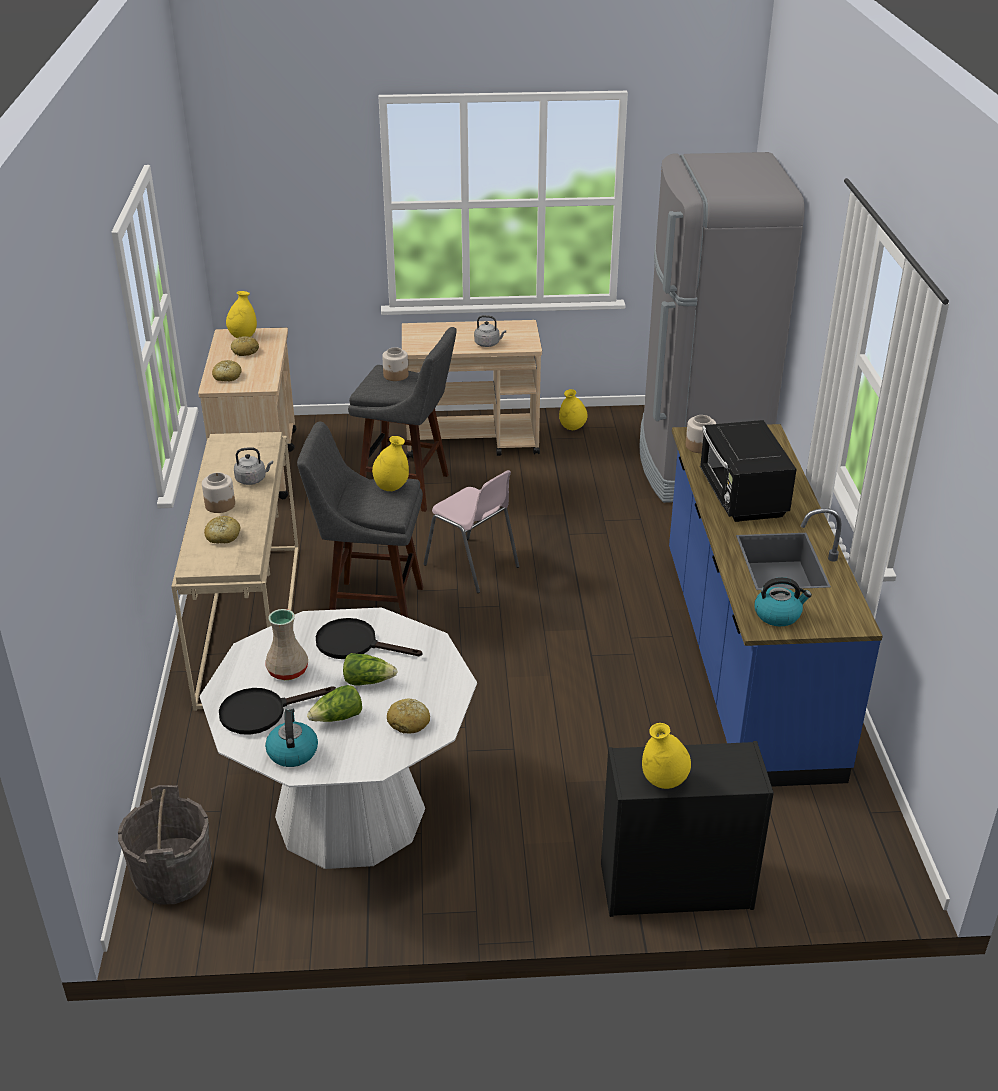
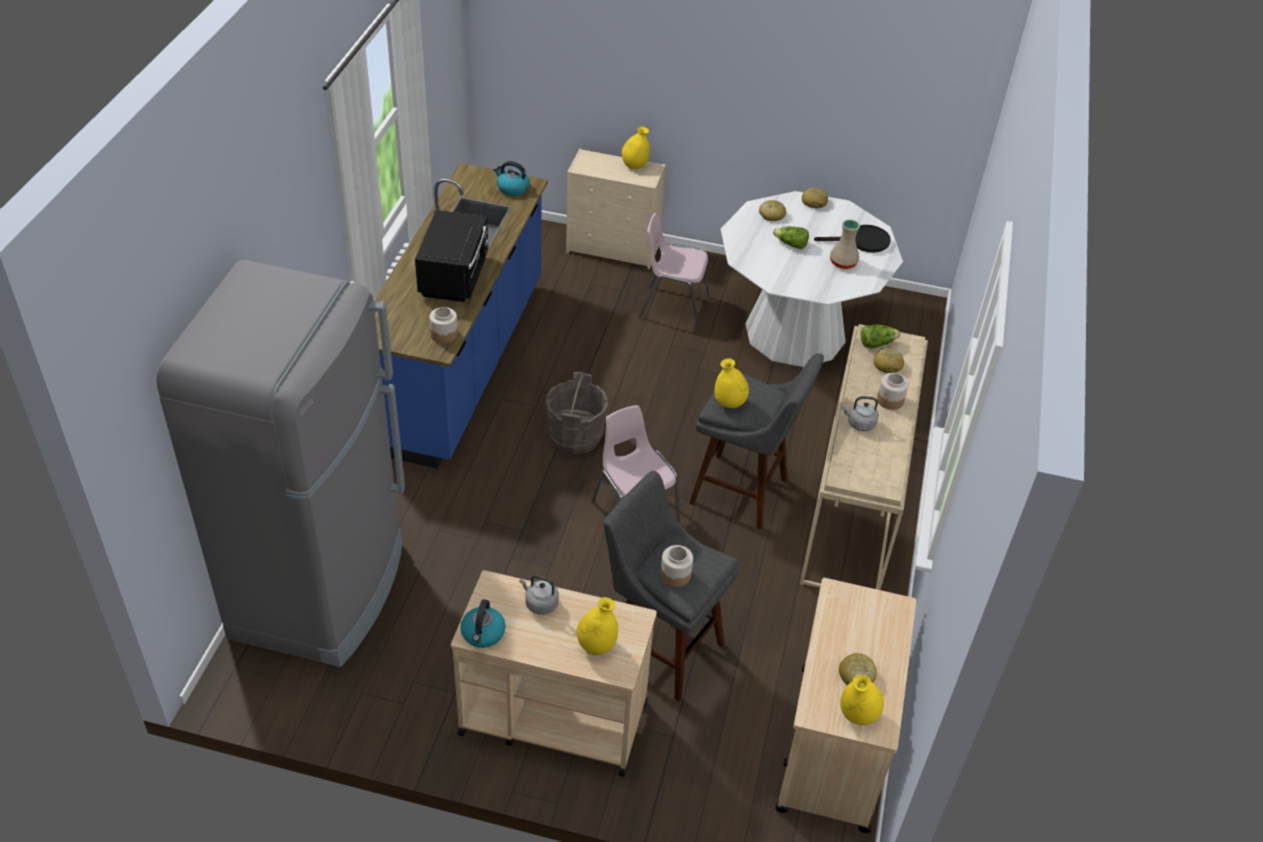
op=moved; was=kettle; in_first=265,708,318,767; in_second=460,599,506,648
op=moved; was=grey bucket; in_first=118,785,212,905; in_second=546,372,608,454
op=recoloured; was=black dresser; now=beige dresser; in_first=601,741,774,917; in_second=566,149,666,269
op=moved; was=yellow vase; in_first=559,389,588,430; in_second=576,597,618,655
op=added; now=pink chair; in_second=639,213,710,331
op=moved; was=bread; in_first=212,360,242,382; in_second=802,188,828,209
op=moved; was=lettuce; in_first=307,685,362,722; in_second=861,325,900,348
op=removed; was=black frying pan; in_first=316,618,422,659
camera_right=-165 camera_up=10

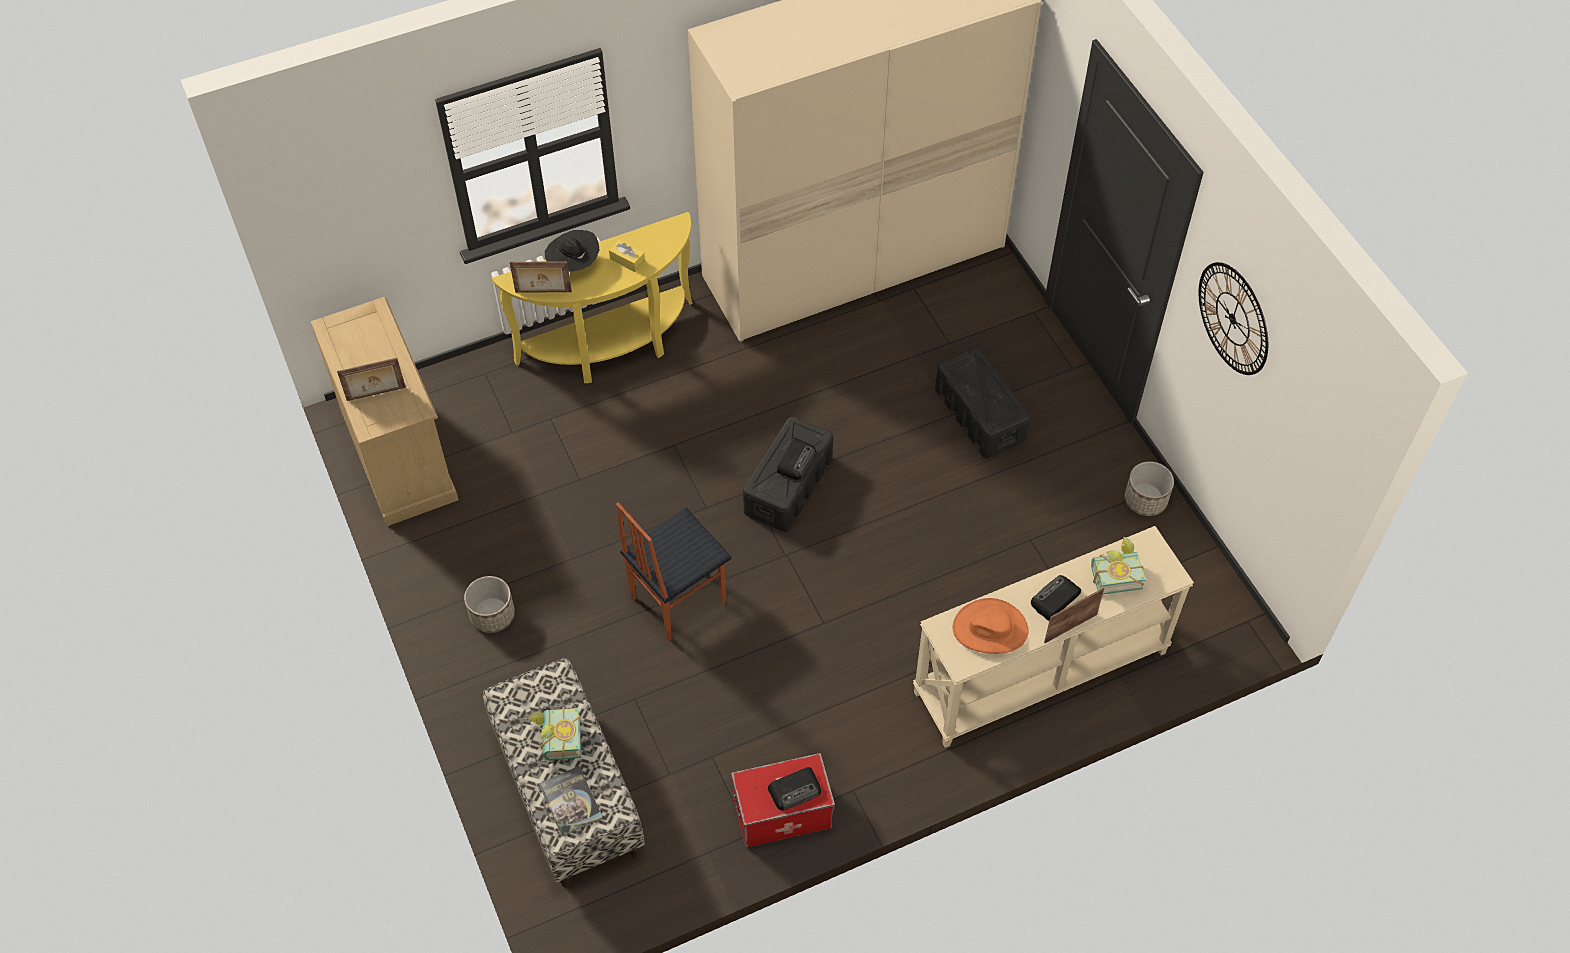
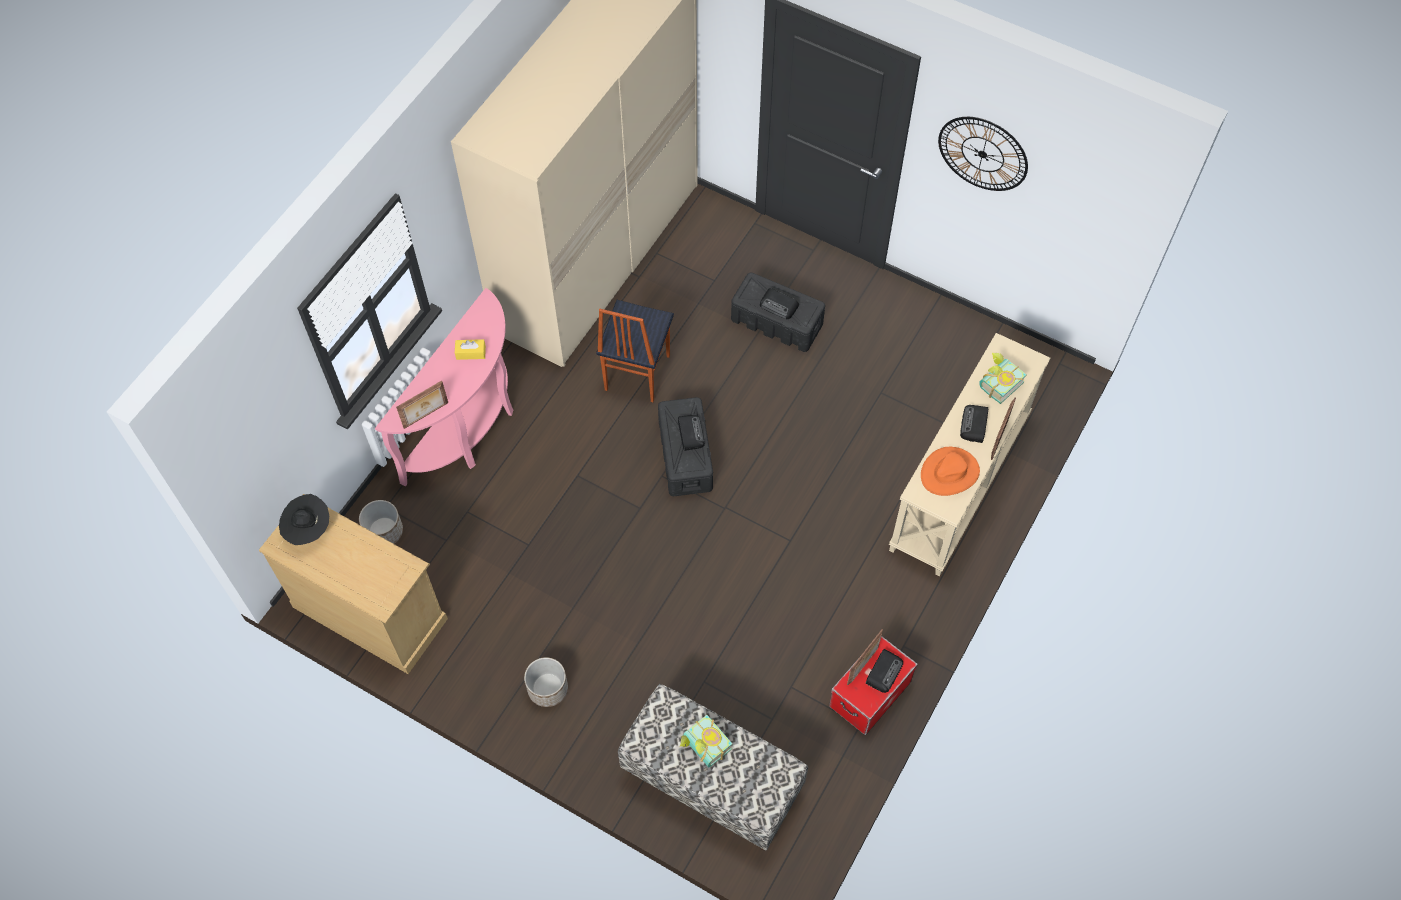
op=moved; was=black hat; in_first=545,230,600,272; in_second=279,494,329,545
op=moved; was=planter; in_first=1125,461,1174,516; in_second=359,500,403,544
op=recoloured; was=yellow console table; now=pink console table; in_first=492,212,693,383; in_second=375,288,513,487
op=moved; was=chair; in_first=616,503,731,641; in_second=596,300,674,402
op=added; now=radio; in_second=760,288,799,319
op=moved; was=picture frame; in_first=337,358,406,401; in_second=847,629,883,685
op=removed; was=book; in_first=539,766,603,836
camera_right=-35 camera_up=5

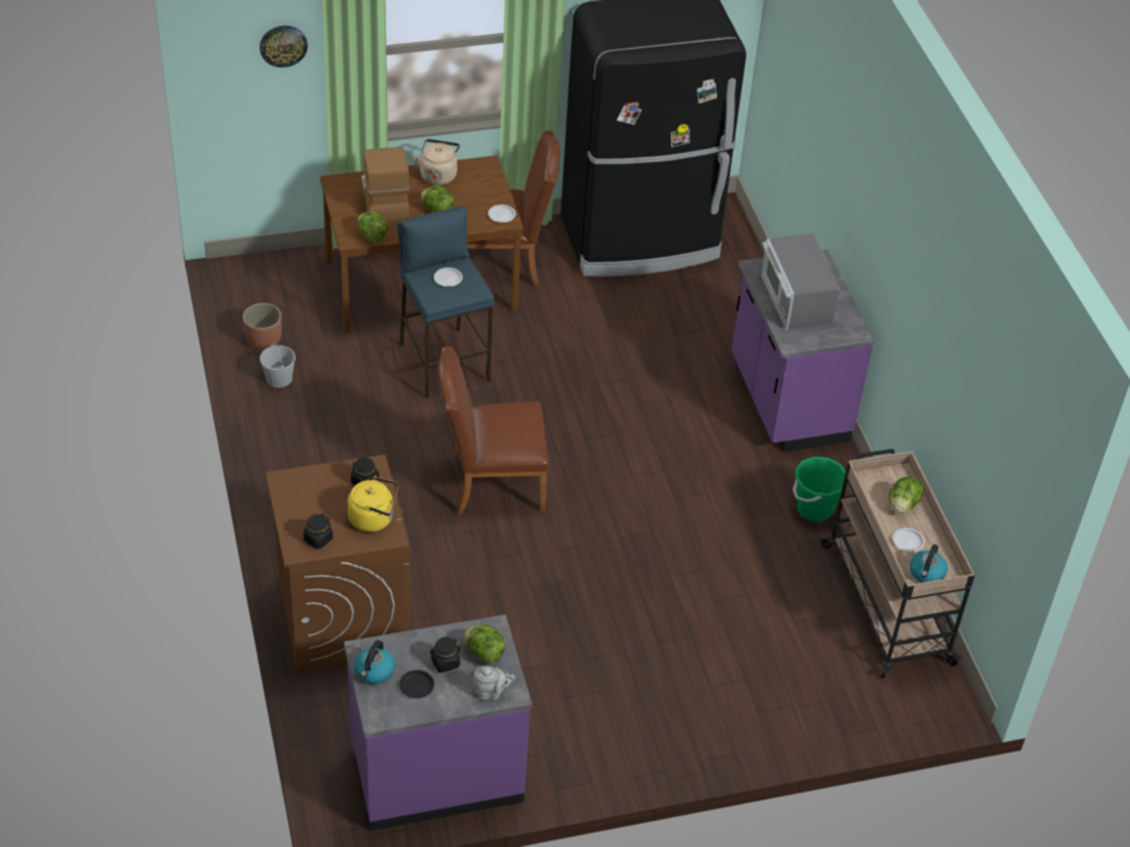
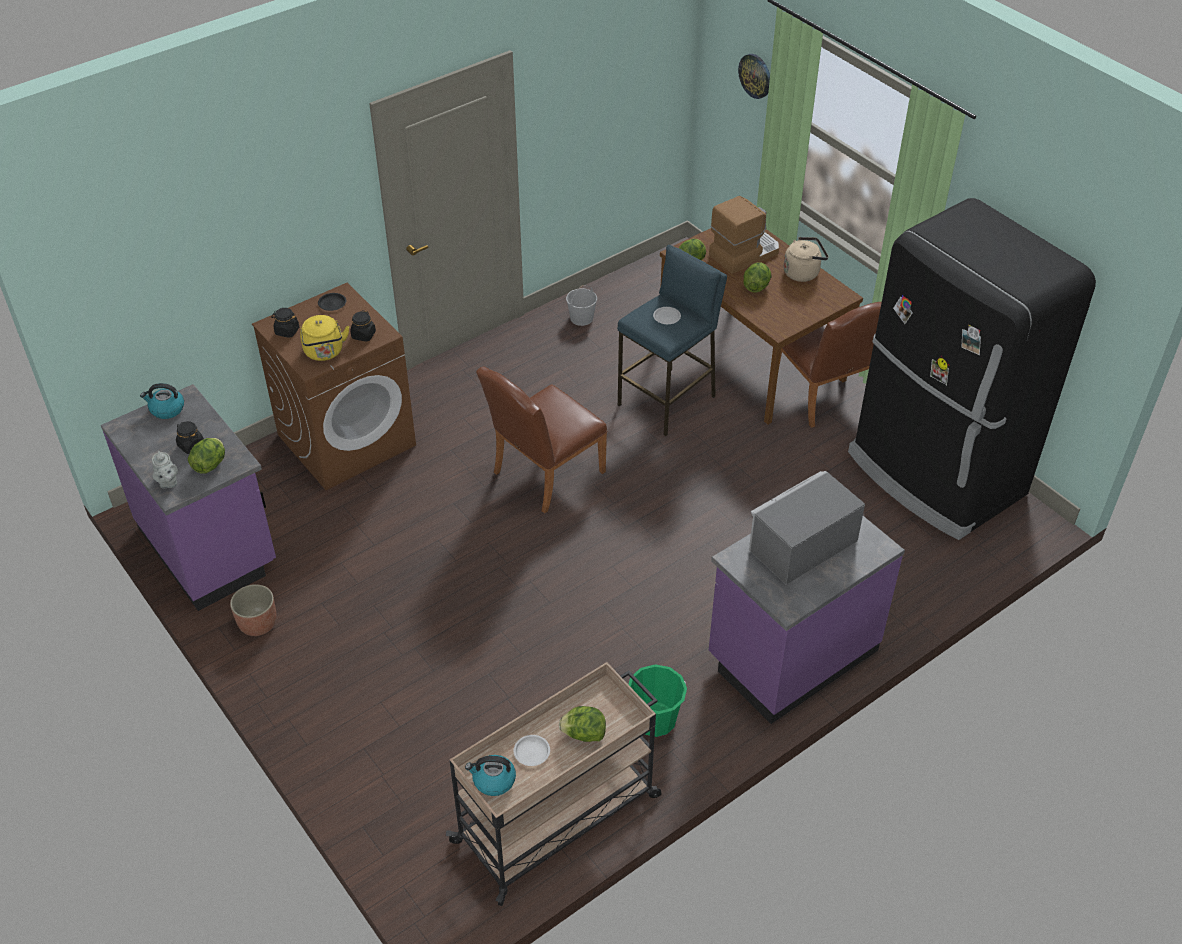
op=moved; was=planter; in_first=243,303,282,349; in_second=230,584,277,636
op=moved; was=black plate; in_first=399,670,435,699; in_second=318,293,346,311
op=turned; was=brown chair; in_first=438,346,548,515; in_second=476,366,608,513; clockwise=-105
op=removed; was=white plate; in_first=488,205,516,222
camera_right=70 camera_up=0

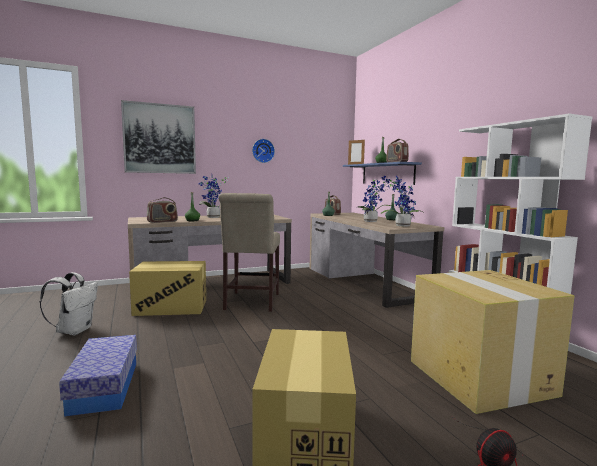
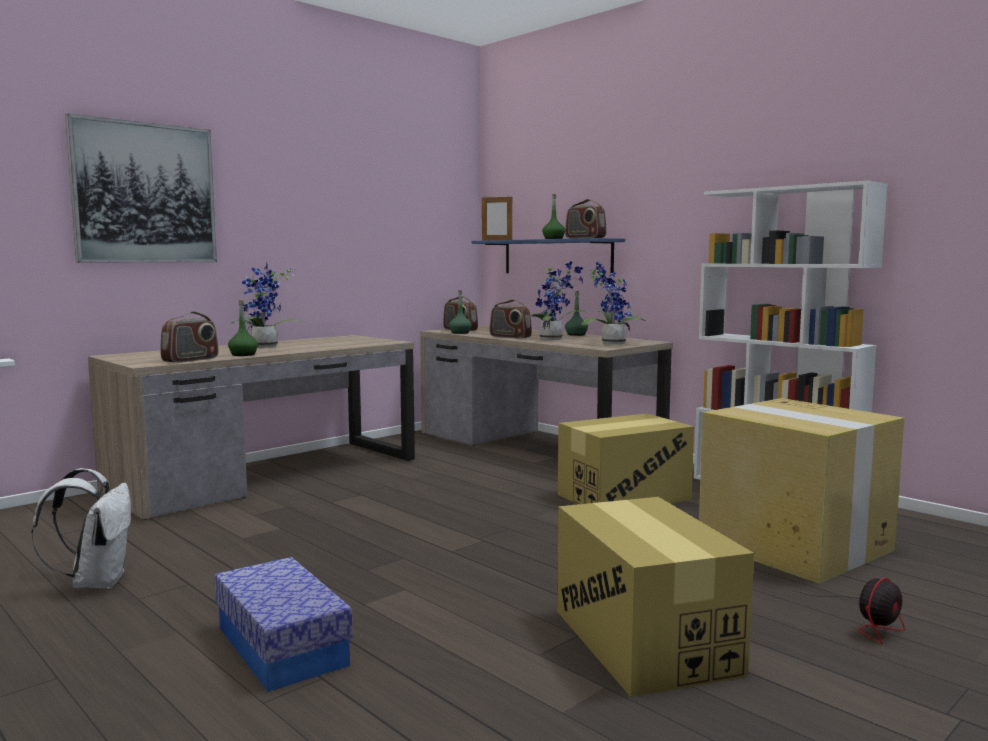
op=added; now=radio; in_second=490,300,532,338
op=moved; was=cardboard box; in_first=129,261,206,316; in_second=558,413,694,505
op=removed; was=beige chair; in_first=219,193,280,312
op=removed; was=wall clock; in_first=252,139,275,163
camera_right=-20 camera_up=0

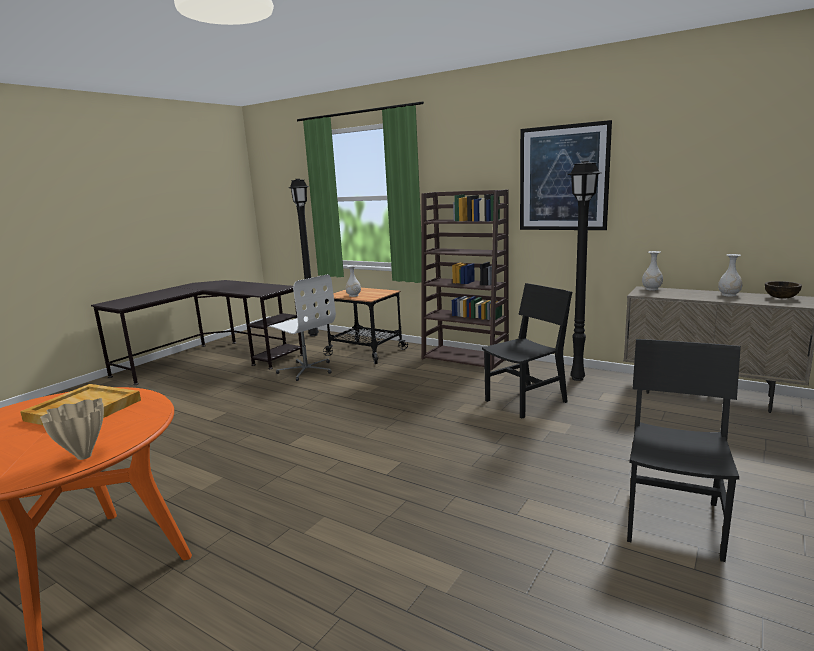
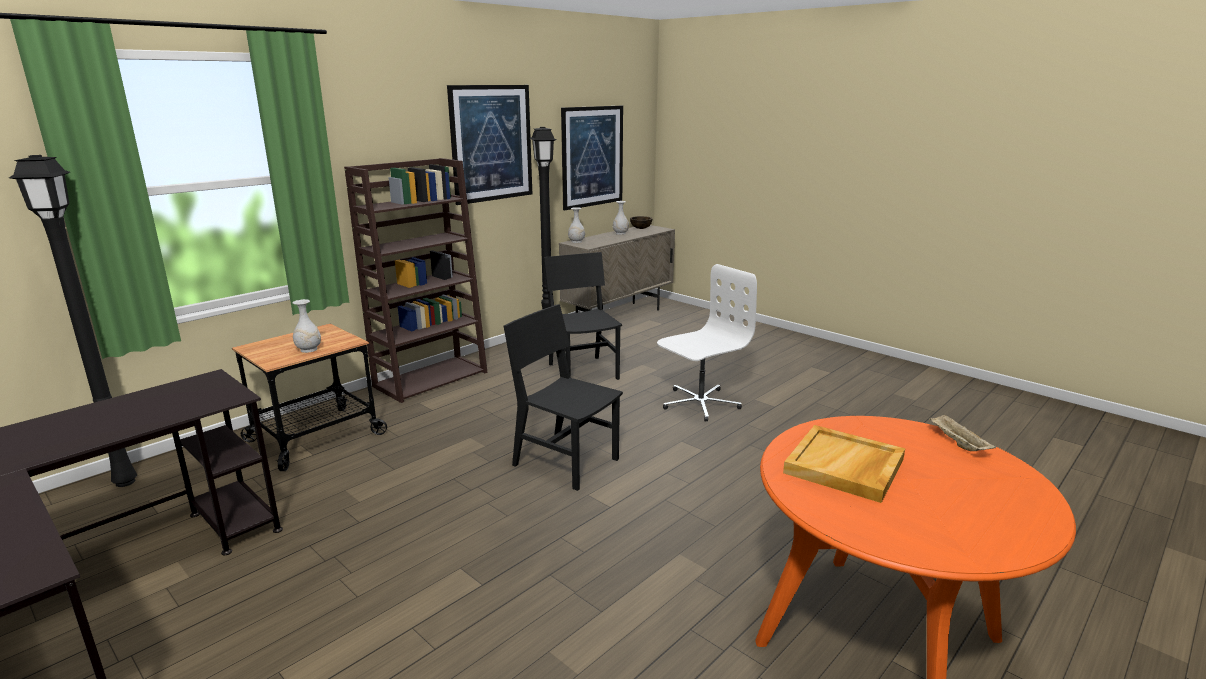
op=moved; was=black chair; in_first=627,339,741,562; in_second=504,304,623,491
op=added; now=picture; in_second=561,106,623,210
op=moved; was=white office chair; in_first=269,274,336,381; in_second=657,264,757,422
op=replaced; was=beige vase; now=beige tray; in_first=40,398,104,460; in_second=929,414,996,451
camera_right=-80 camera_up=5

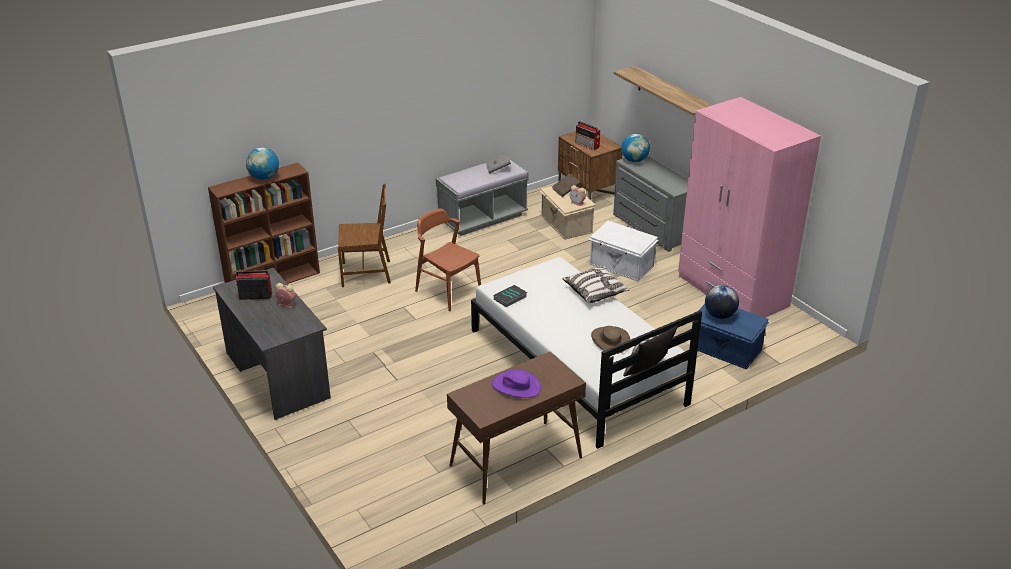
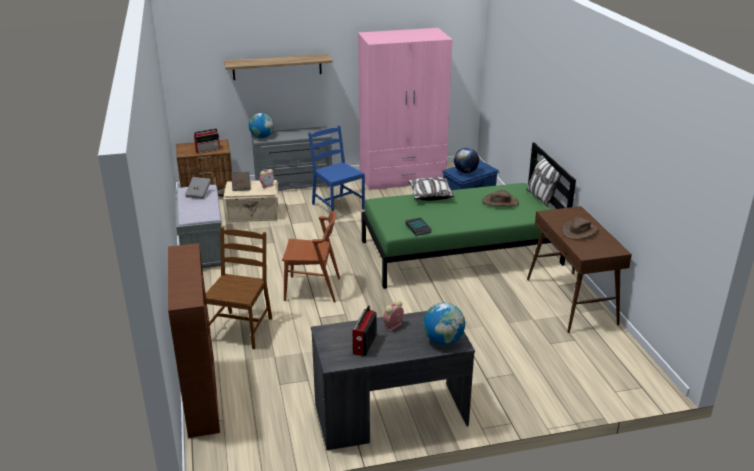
op=turned; was=brown chair; in_first=415,208,481,311; in_second=282,211,340,302; clockwise=-150
op=replaced; was=white storage box; now=blue chair; in_first=588,221,658,282; in_second=308,126,365,212
op=recoloured; was=white bed; now=green bed; in_first=471,257,702,449; in_second=362,142,576,289
op=moved; was=globe; in_first=246,147,279,180; in_second=423,303,465,345
op=recoloured; was=purple hat; now=brown hat; in_first=492,369,541,398; in_second=561,217,599,240
camera_right=-70 camera_up=-5

